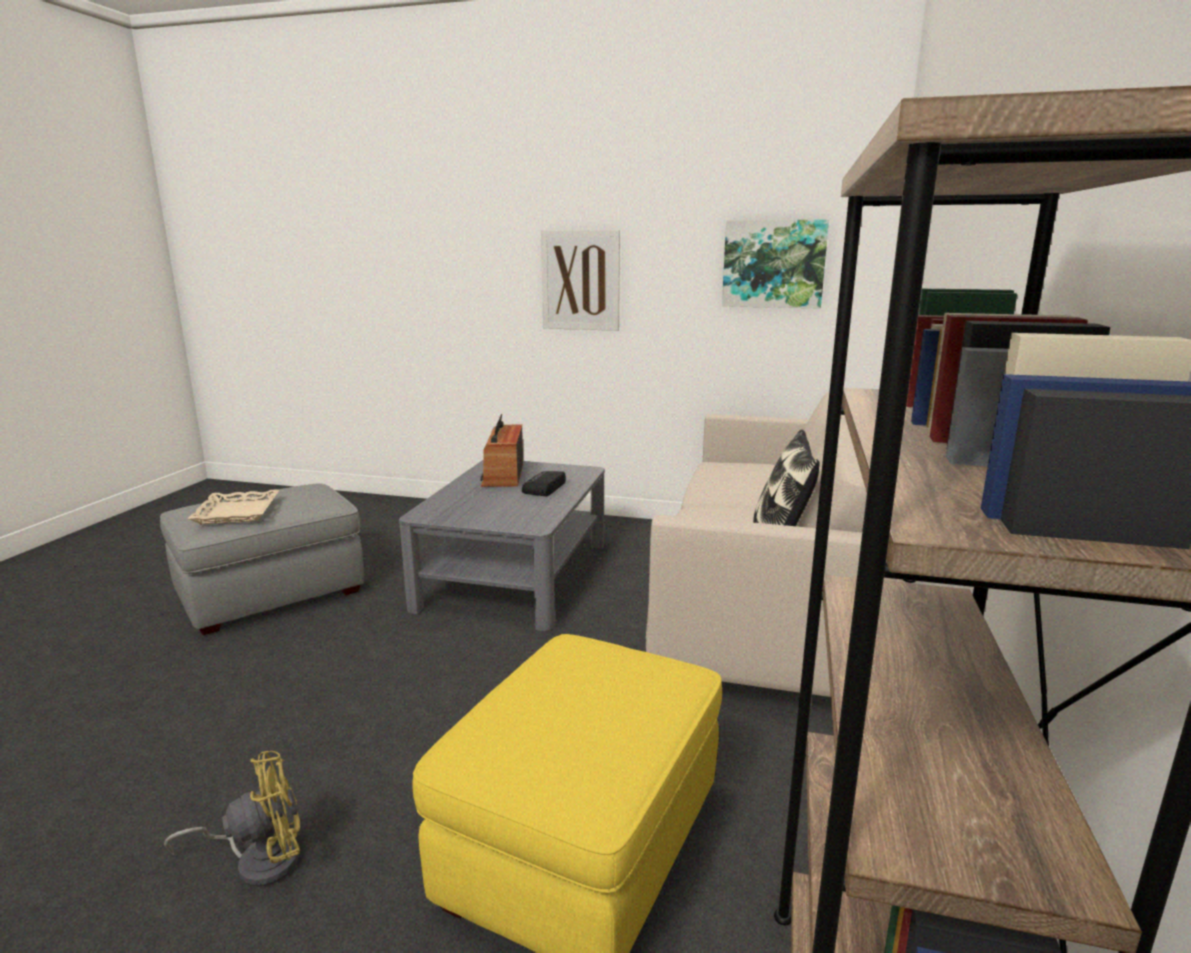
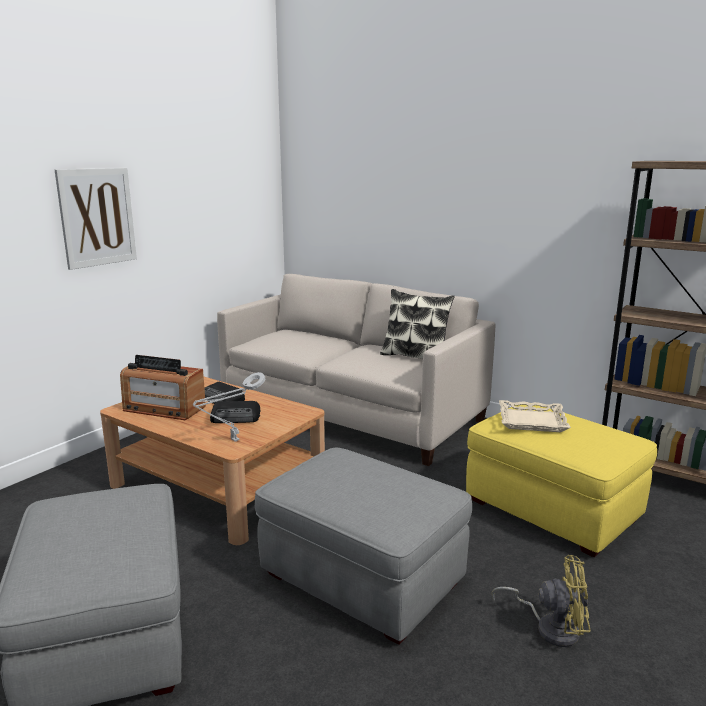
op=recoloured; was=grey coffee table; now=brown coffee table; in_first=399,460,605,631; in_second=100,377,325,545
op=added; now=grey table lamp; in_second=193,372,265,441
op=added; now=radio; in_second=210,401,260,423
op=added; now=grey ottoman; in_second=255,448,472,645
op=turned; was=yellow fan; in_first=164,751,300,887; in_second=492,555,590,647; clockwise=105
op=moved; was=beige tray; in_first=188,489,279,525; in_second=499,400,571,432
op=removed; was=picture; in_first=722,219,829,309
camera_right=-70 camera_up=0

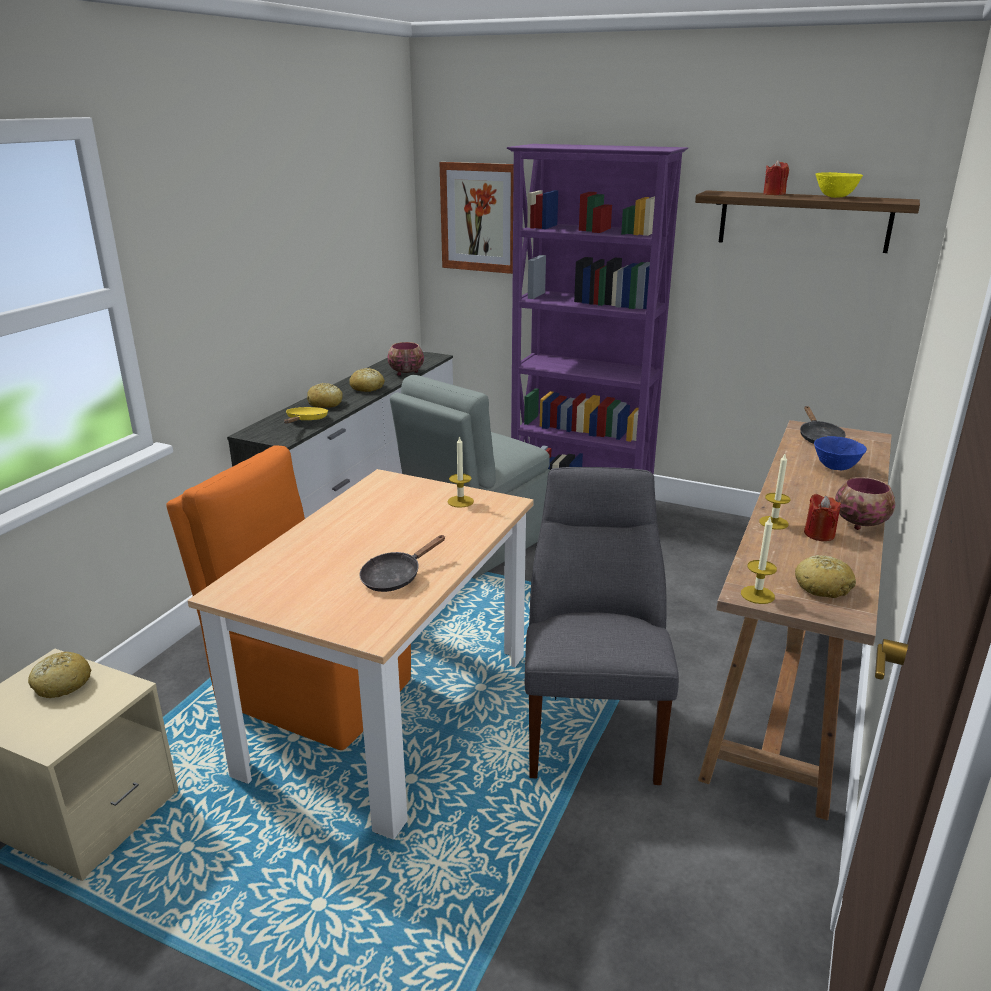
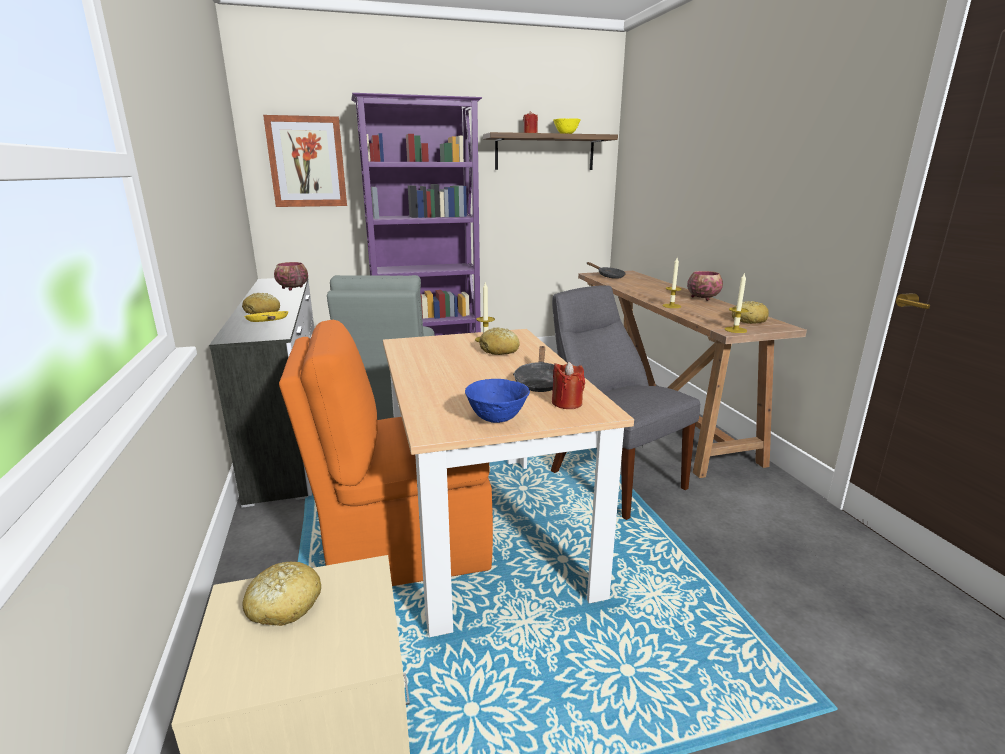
op=moved; was=blue bowl; in_first=814,436,867,470; in_second=465,379,530,423
op=moved; was=bread; in_first=349,368,385,392; in_second=479,327,520,355
op=moved; was=red candle; in_first=804,494,841,541; in_second=552,362,585,409
camera_right=-40 camera_up=-5

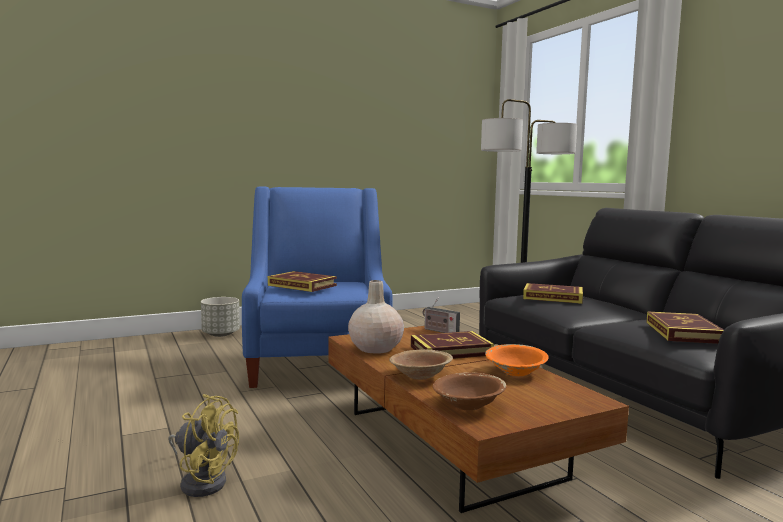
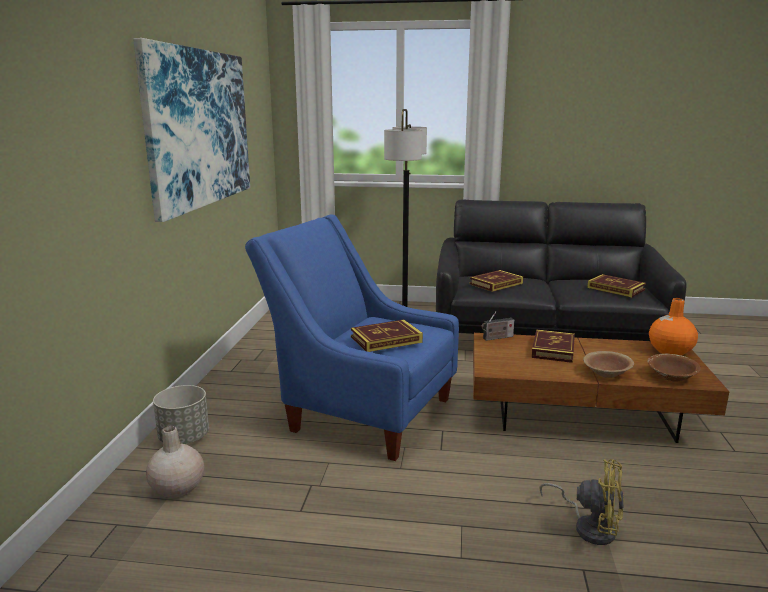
op=added; now=picture; in_second=133,38,250,222
op=moved; was=beige vase; in_first=348,280,404,354; in_second=146,426,204,498
op=turned; was=yellow fan; in_first=168,394,239,497; in_second=539,459,624,545; clockwise=60
op=added; now=orange vase; in_second=649,298,698,356
op=removed; was=orange bowl; in_first=485,344,549,376
camera_right=-55 camera_up=10

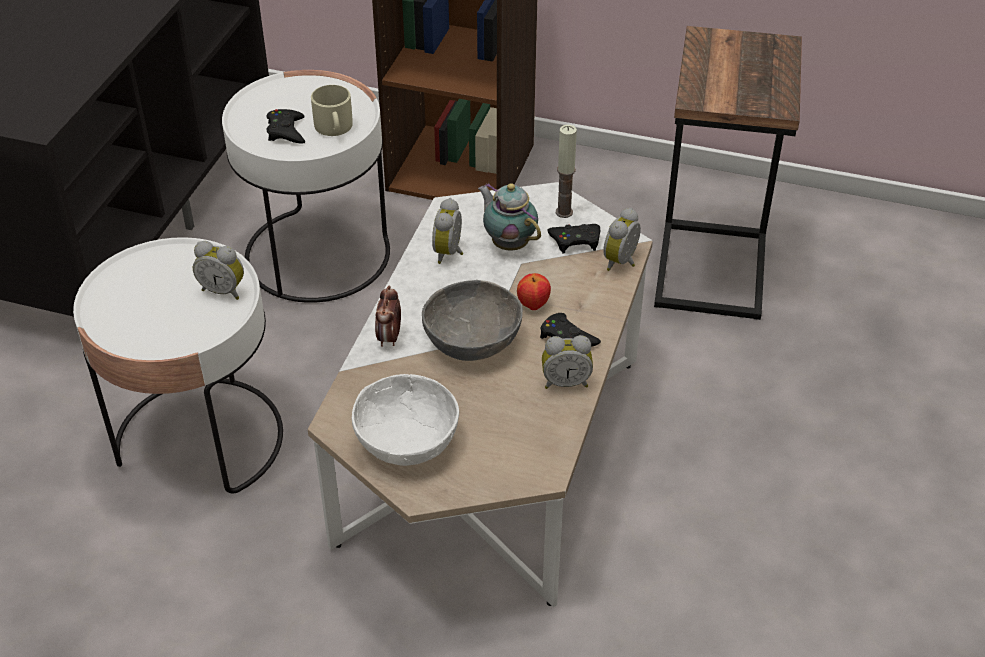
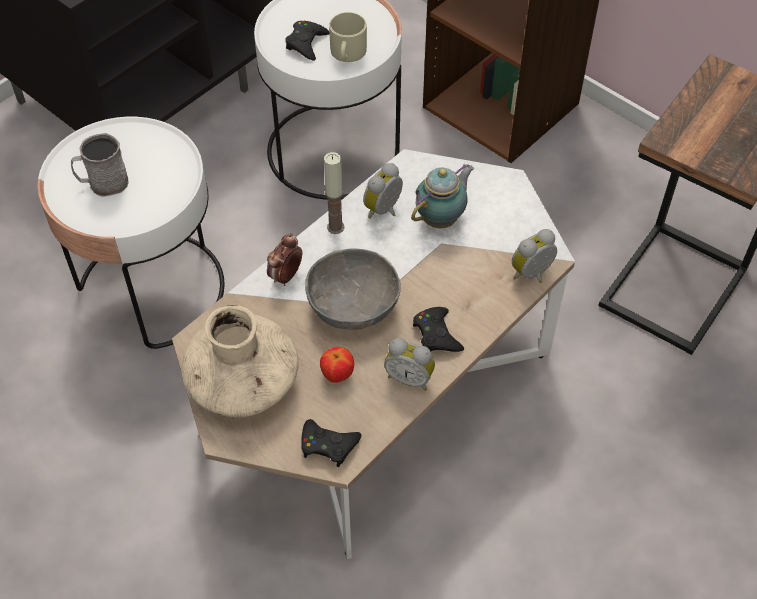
op=added; now=grey mug; in_second=71,133,129,197
op=replaced; was=white bowl; now=beige vase; in_first=352,374,459,466; in_second=182,305,299,417
op=moved; was=black game controller; in_first=548,224,600,253; in_second=301,419,362,467
op=moved; was=apple; in_first=517,273,551,310; in_second=320,347,354,383
op=moved; was=candle; in_first=556,125,577,218; in_second=324,152,345,234
op=turned; was=teapot; in_first=478,183,541,251; in_second=411,164,474,228; clockwise=60
op=removed; was=alarm clock; in_first=193,241,244,300
camera_right=25 camera_up=10

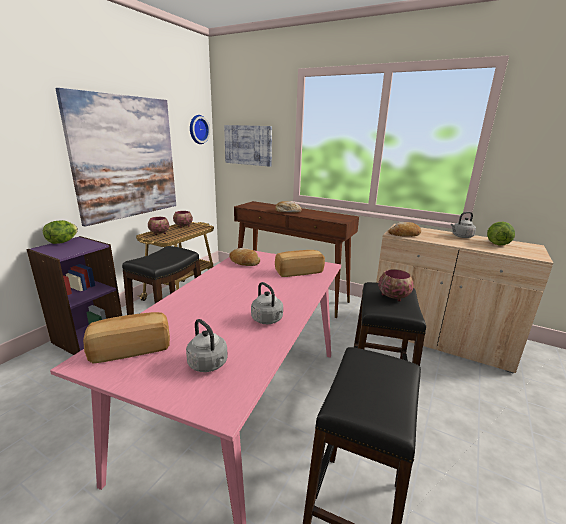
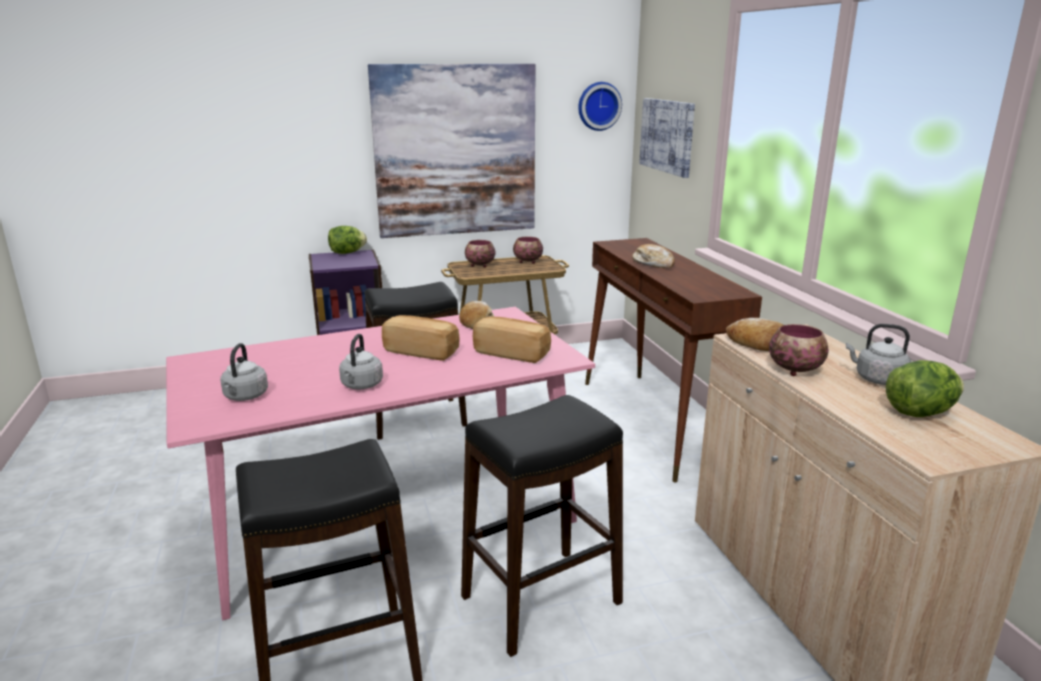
op=moved; was=bread; in_first=83,312,170,363; in_second=382,315,460,361
op=moved; was=bowl; in_first=378,269,414,302; in_second=769,324,829,376
camera_right=45 camera_up=0

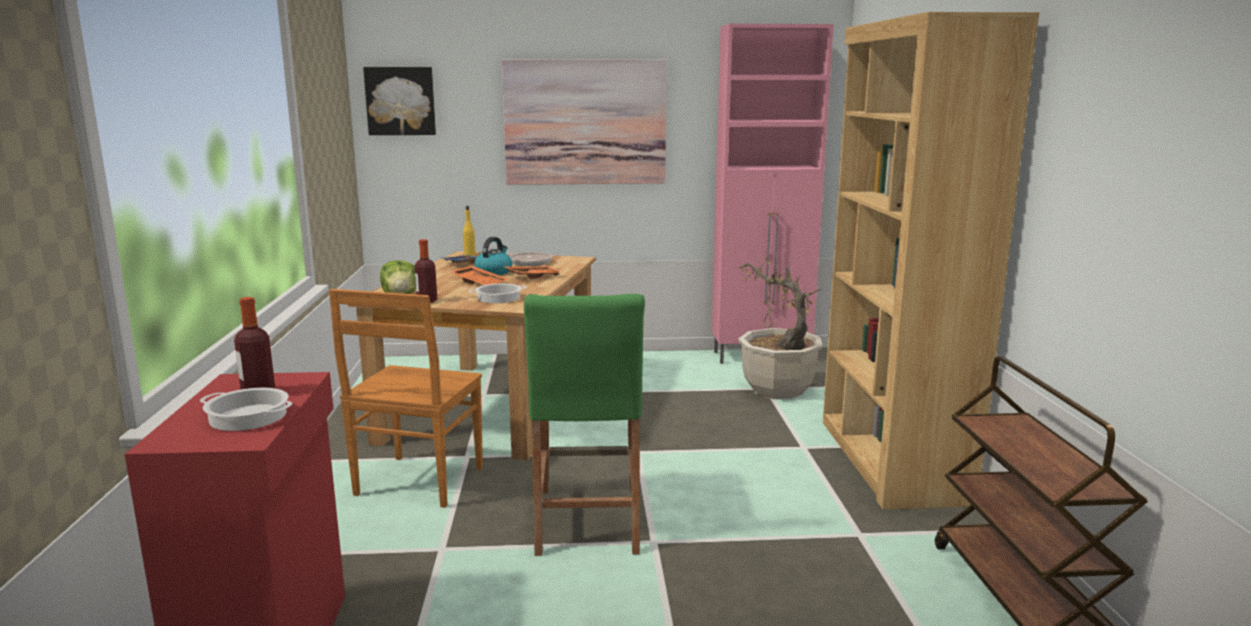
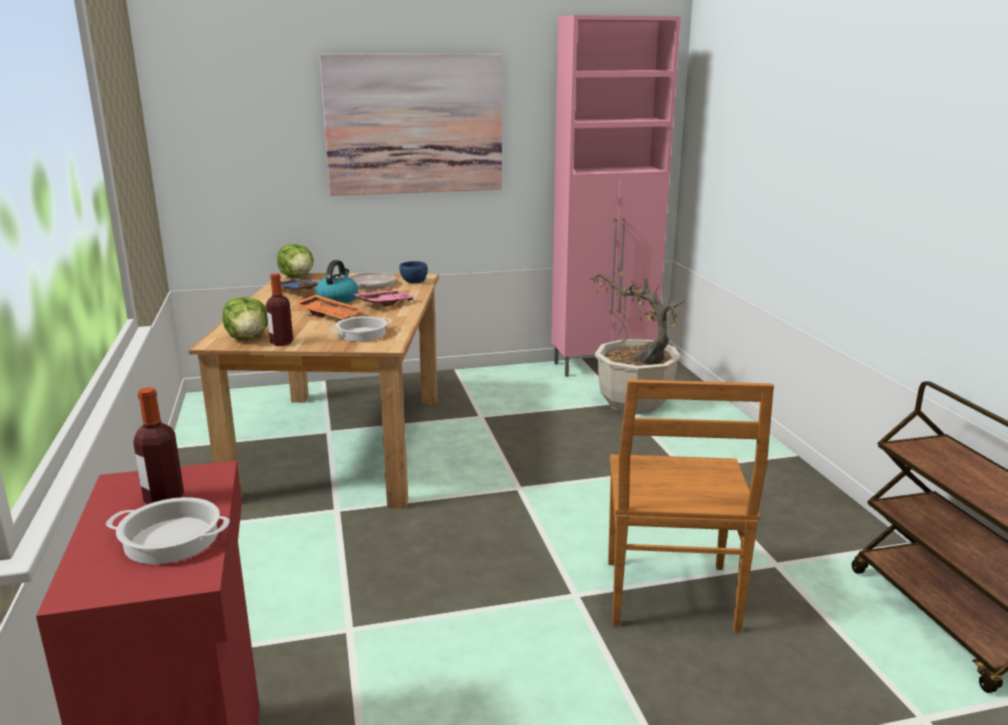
op=replaced; was=yellow bottle; now=lettuce; in_first=463,206,476,256; in_second=277,244,314,277
op=recoloured; was=orange tray; now=pink tray; in_first=503,266,563,279; in_second=353,290,416,307
op=added; now=blue bowl; in_second=399,261,428,283
op=moved; was=brown chair; in_first=329,289,483,508; in_second=608,379,774,633
op=removed; was=picture; in_first=363,67,436,135
op=removed; was=green stool; in_first=524,294,645,556
op=removed; was=brown bookcase; in_first=823,12,1039,510
camera_right=-10 camera_up=5

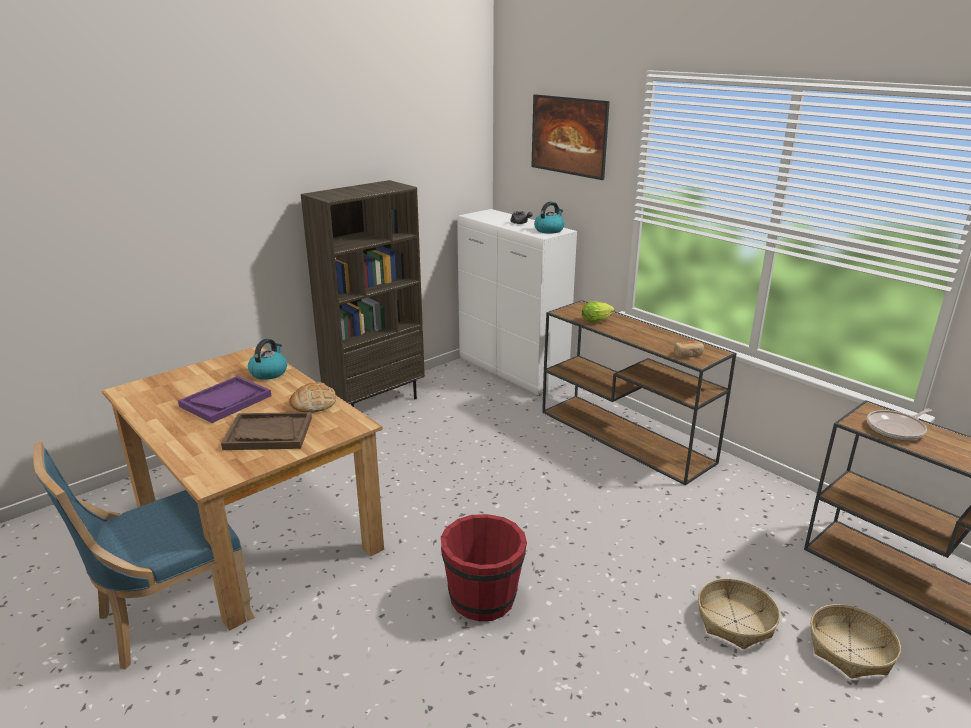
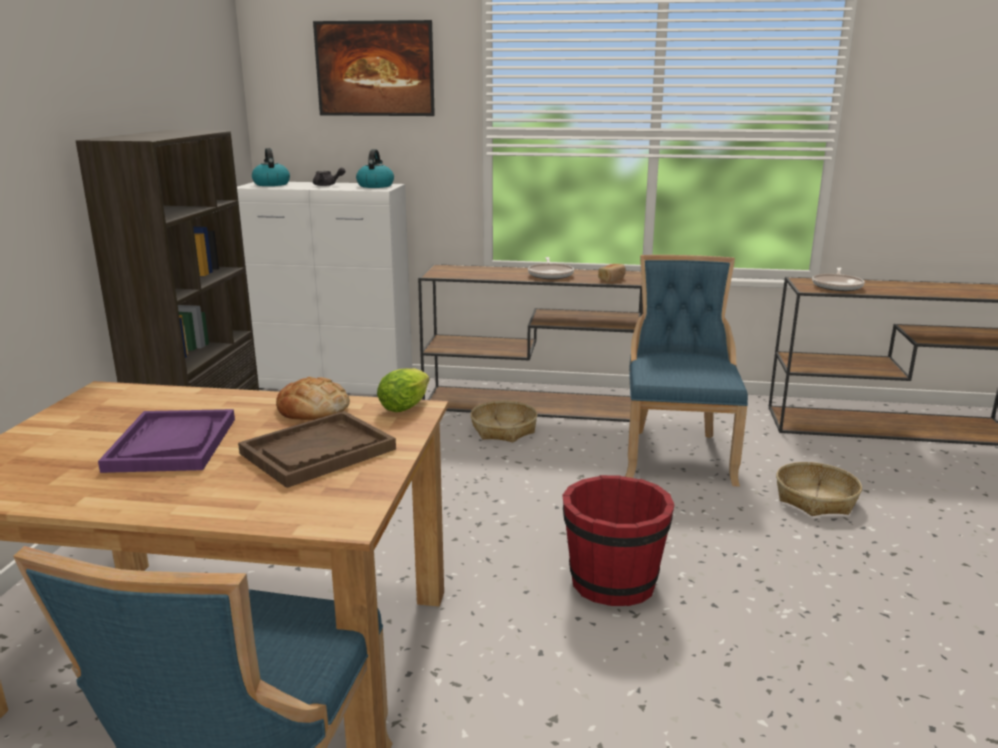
op=moved; was=kettle; in_first=248,339,287,380; in_second=252,148,290,186
op=moved; was=lettuce; in_first=582,302,614,323; in_second=377,368,430,412
op=moved; was=basket; in_first=810,604,901,678; in_second=470,401,538,442
op=added; now=frying pan; in_second=528,257,574,279
op=added; now=blue chair; in_second=625,255,748,487
camera_right=-40 camera_up=-5

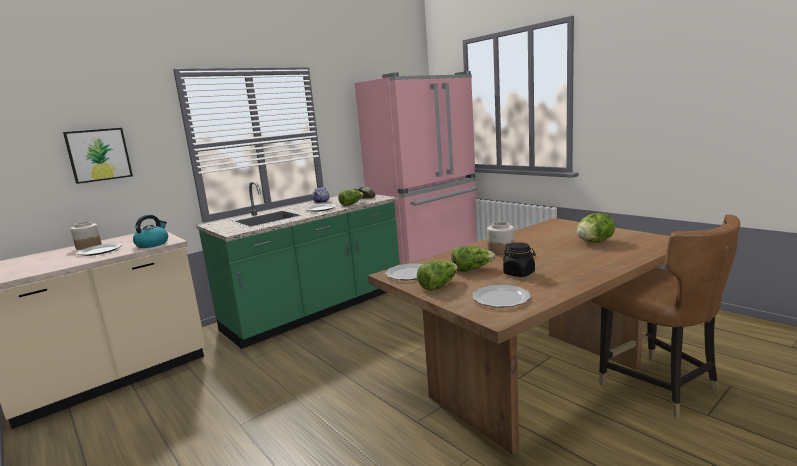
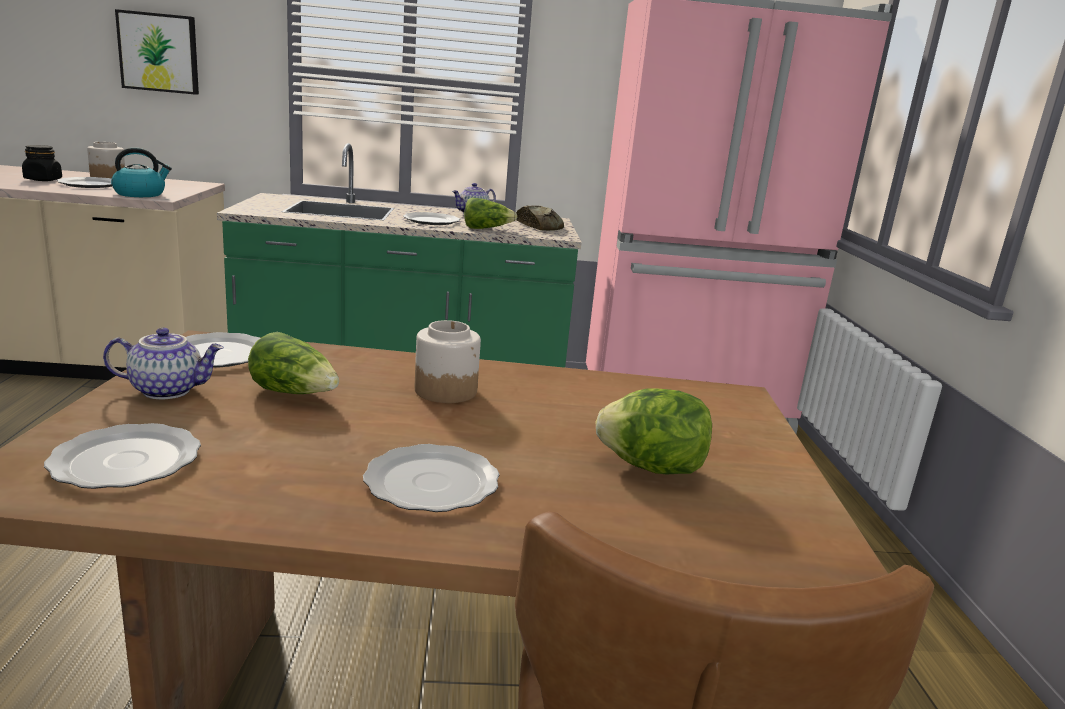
op=moved; was=black jar; in_first=503,243,536,277; in_second=22,145,62,181
op=replaced; was=lettuce; now=teapot; in_first=417,261,458,291; in_second=103,327,224,399
op=added; now=plate; in_second=363,444,500,512
camera_right=35 camera_up=5

